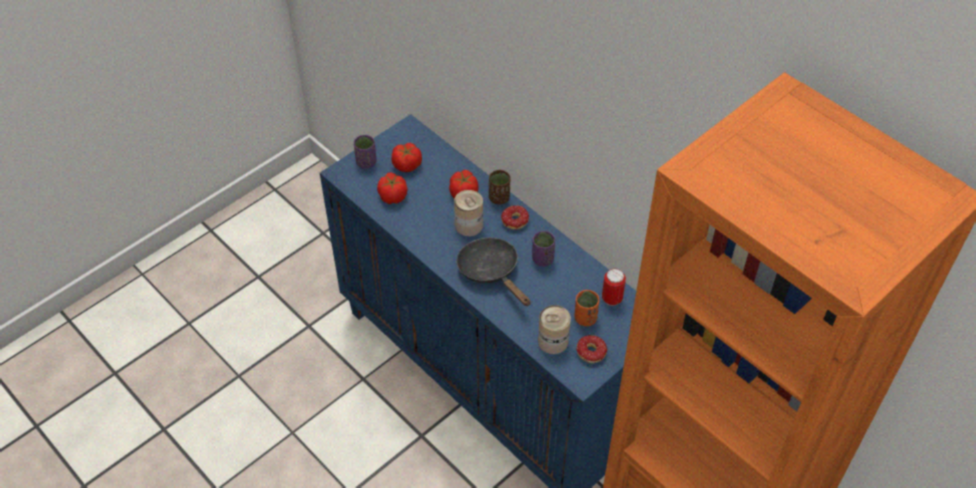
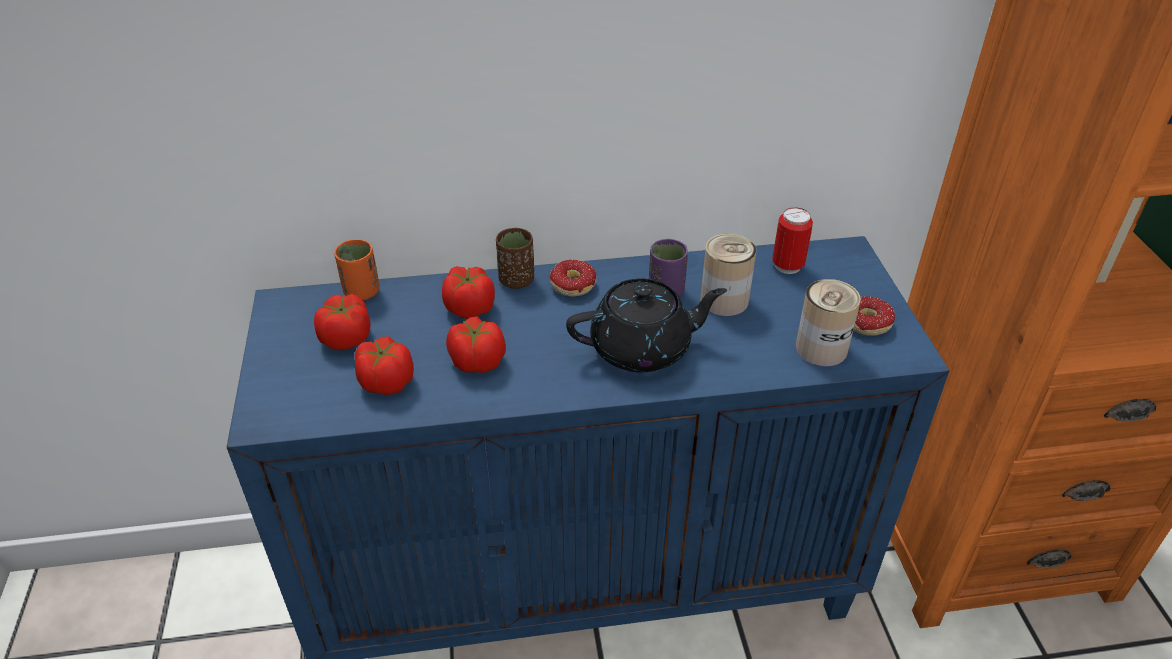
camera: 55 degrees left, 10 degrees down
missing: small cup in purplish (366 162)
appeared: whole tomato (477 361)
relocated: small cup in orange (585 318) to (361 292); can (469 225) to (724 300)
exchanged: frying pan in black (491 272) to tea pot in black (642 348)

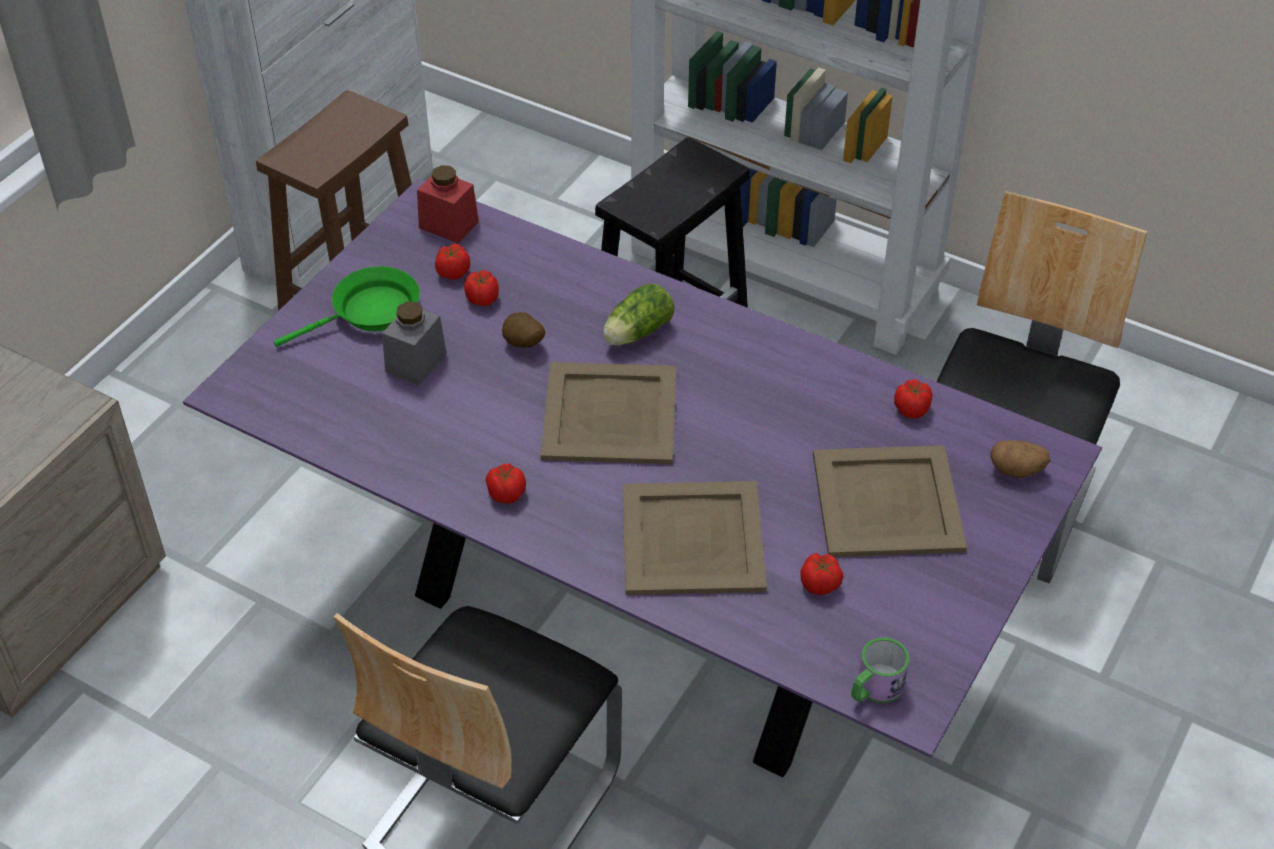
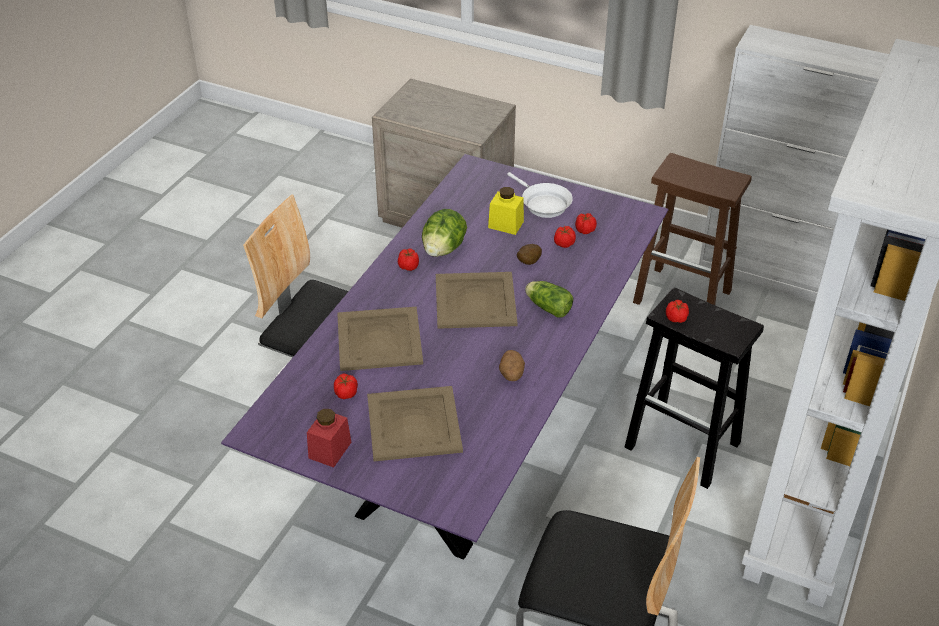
camera: 85 degrees right, 5 degrees down
missing: mug (874 688)
appeared: lettuce (443 249)
relocated: storage jar in red (448 225) to (330 450); potato (1017 470) to (511 375); whole tomato (912 409) to (676 318)
colour: storage jar in grey (416 362) to storage jar in yellowish (506 224); frying pan in green-coloured (369 313) to frying pan in whitish (543 204)

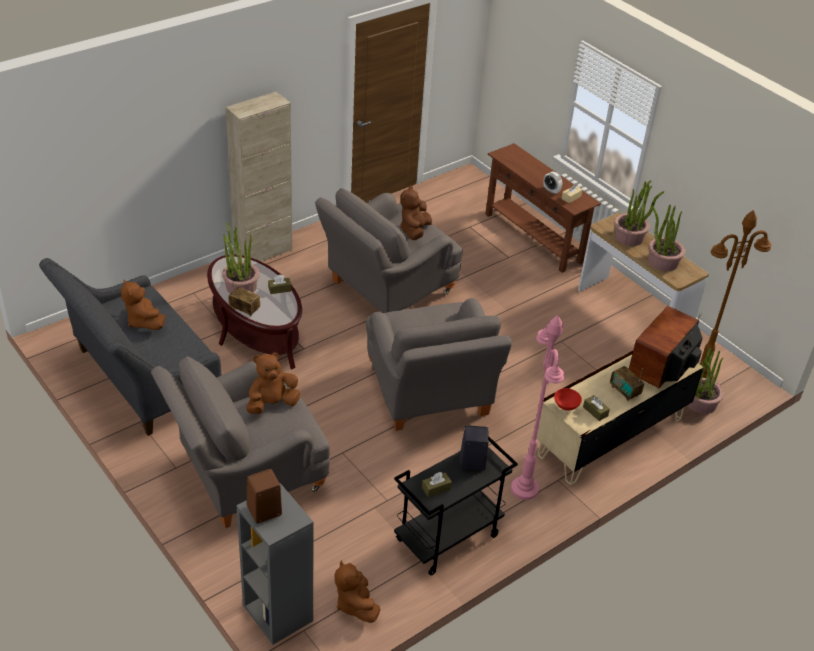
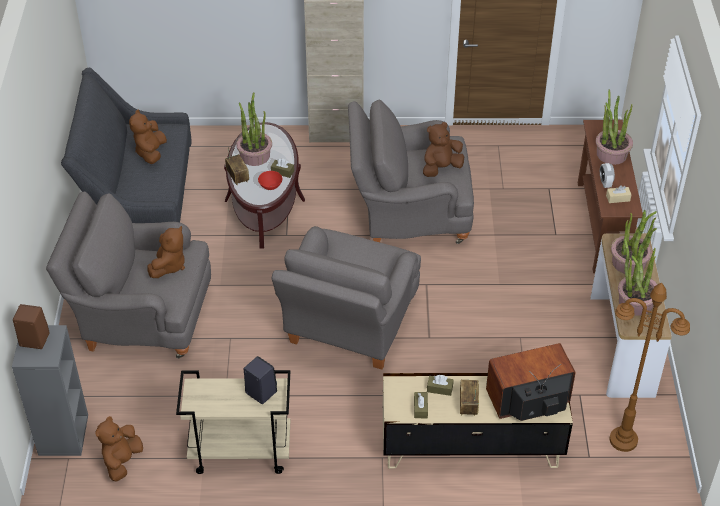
camera: 40 degrees right, 5 degrees up
missing: standing lamp in pinkish (524 489)
relocated: bowl in red (566 406) to (271 187); box of tissues in brown (436 488) to (439 389); houseplant (700 402) to (611 154)
colour: trolley in black (447 539) to trolley in beige (239 453)
spun: soft toy in brown (272 404) = (169 265) 105 degrees clockwise

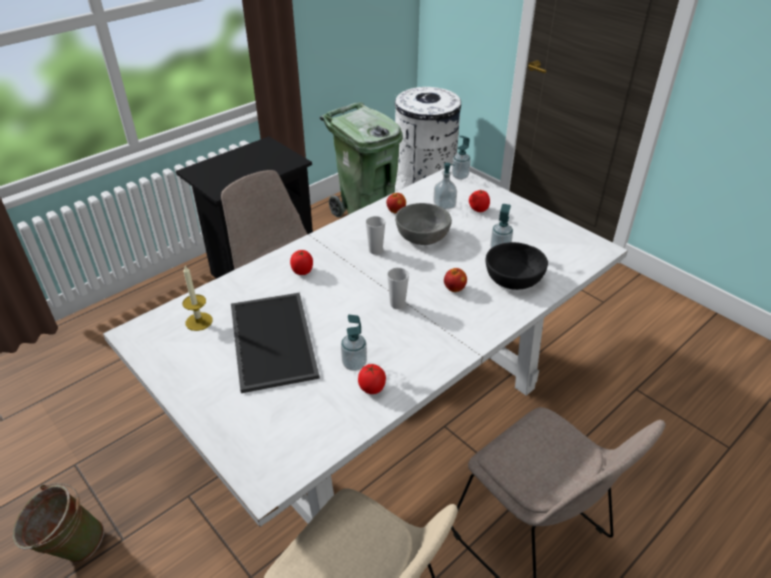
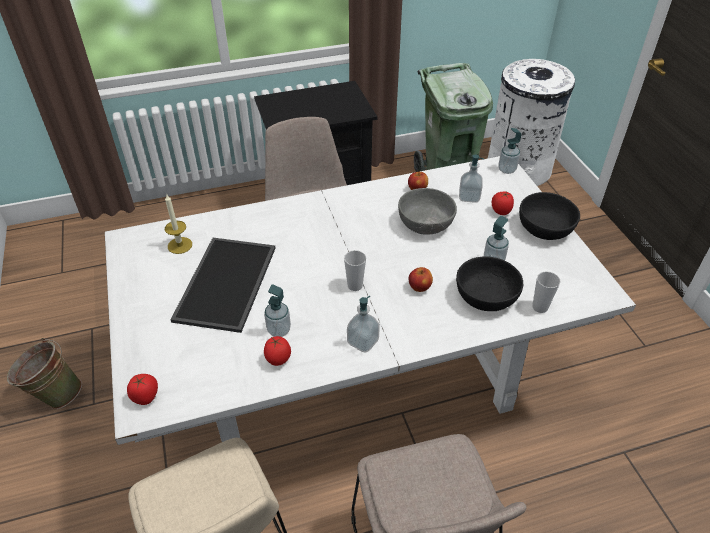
camera: 25 degrees right, 5 degrees up
appeared: soap dispenser (363 341); bowl in black (545 228)
relocated: whole tomato (303 271) to (146 397); small cup (375 250) to (540 307)

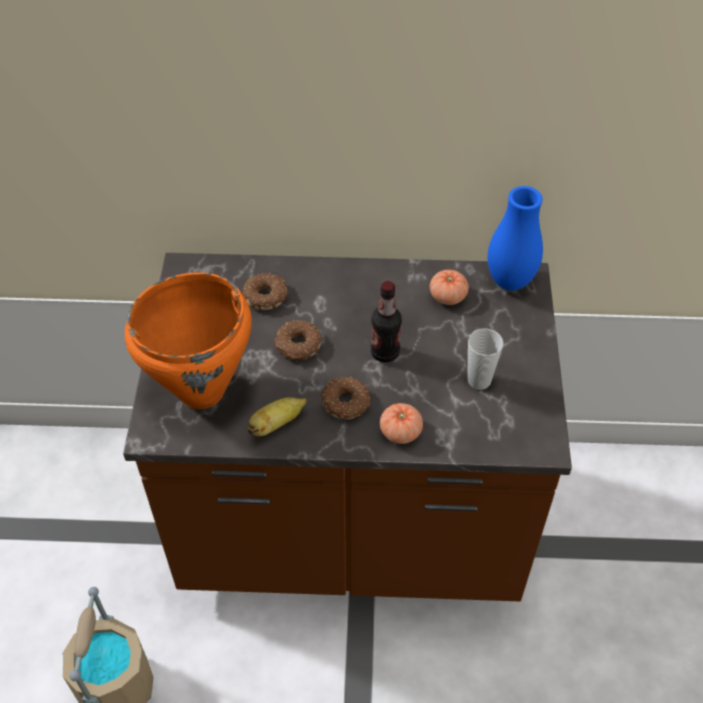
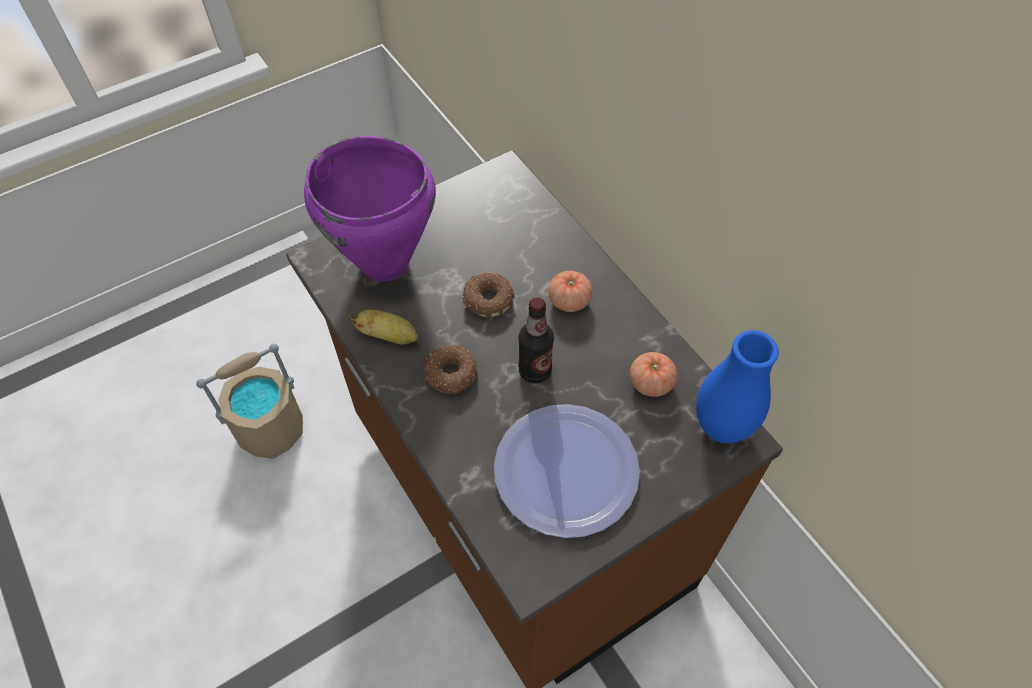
camera: 55 degrees right, 5 degrees up
missing: doughnut (266 296)
relocated: whole tomato (400 432) to (569 300)
exchanged: small cup (479 380) to flat dish (566 470)
colour: cooking pot in orange (203 391) to cooking pot in purplish (385 264)

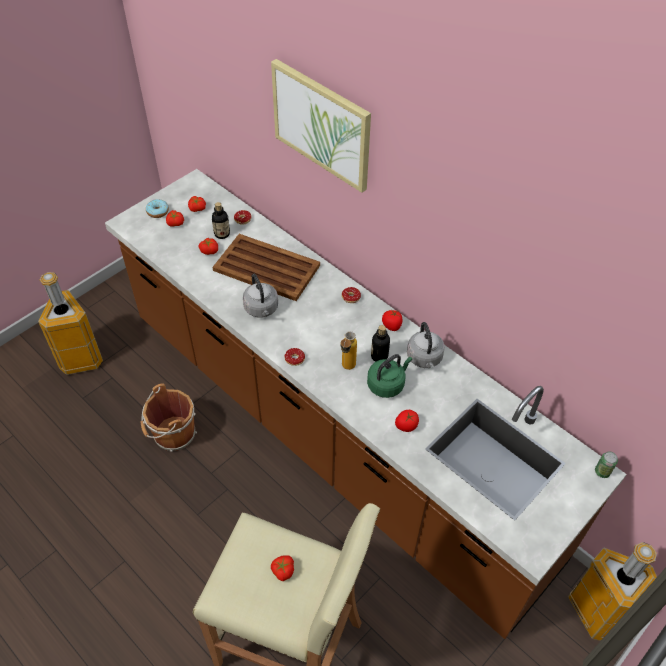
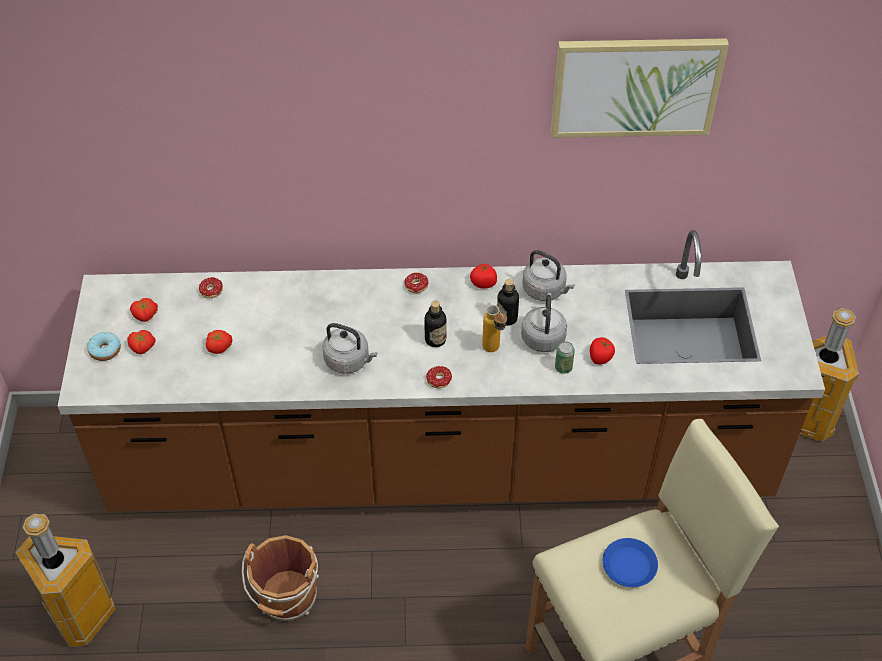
camera: 45 degrees left, 0 degrees up
missing: serving tray in brown (266 267)
relocated: bottle (222 234) to (435 339); picture (322 124) to (635 86); can (602 472) to (563 367)
exchanged: whole tomato (282 570) to flat dish in blue (629 565)
colour: water kettle in green-coloured (387 384) to water kettle in grey (543 336)

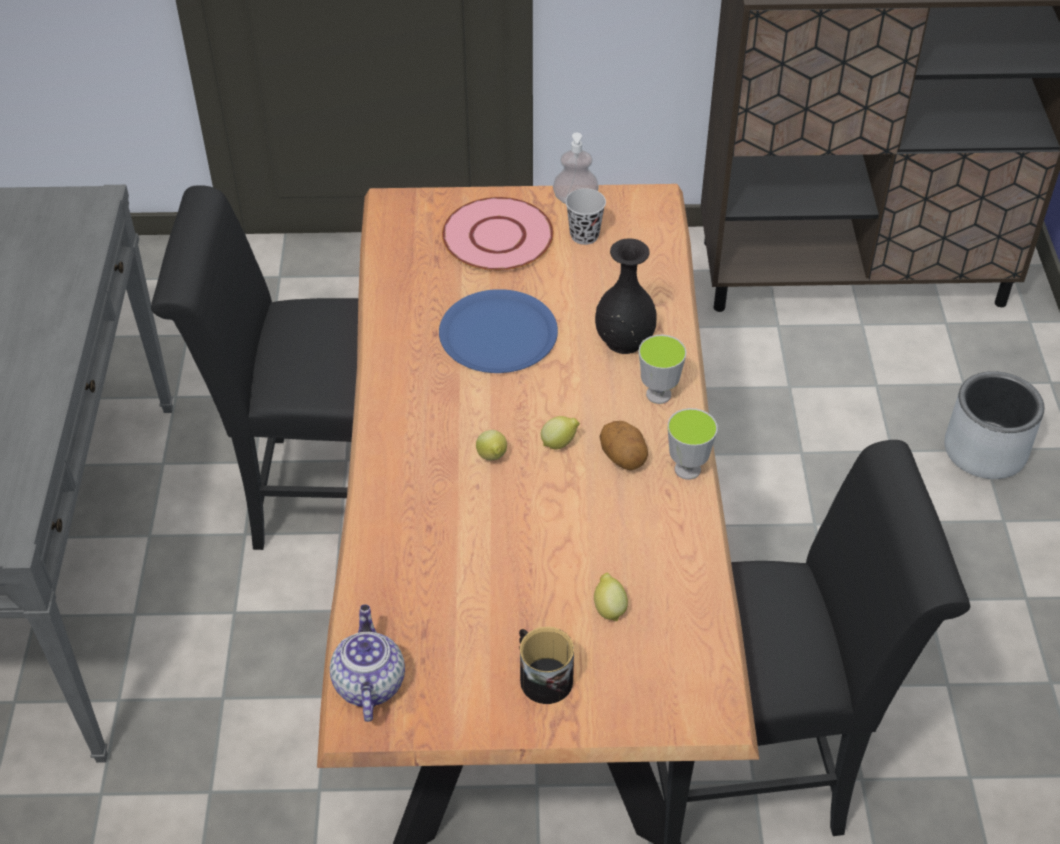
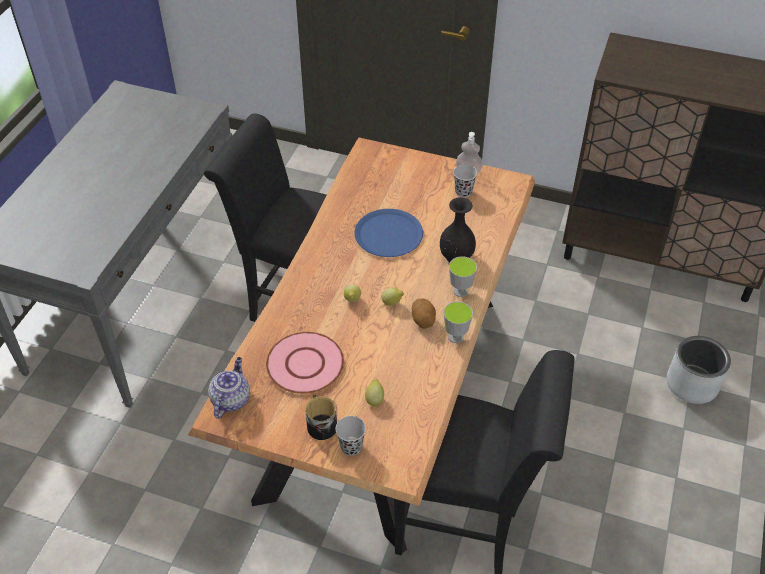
camera: 20 degrees right, 0 degrees up
appeared: small cup in black (351 446)
relocated: flat dish in pinkish (497 236) to (304 363)

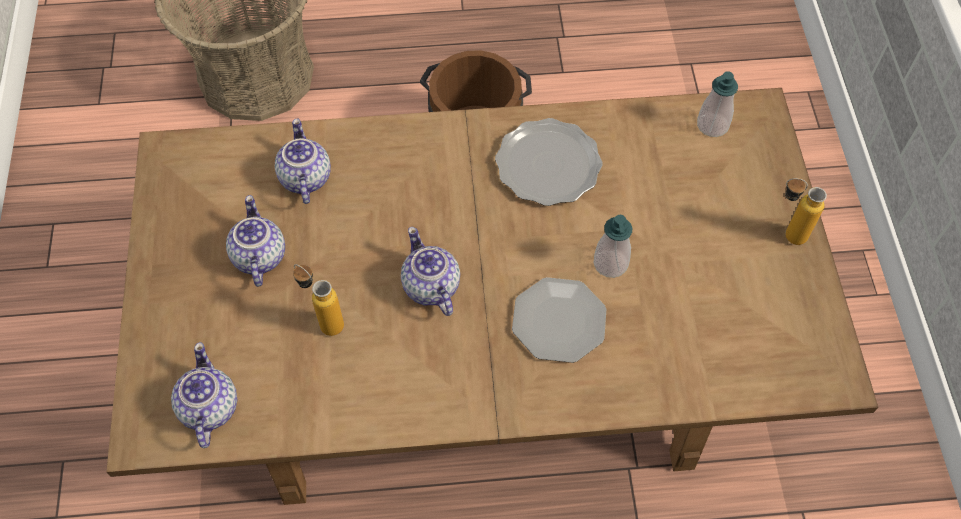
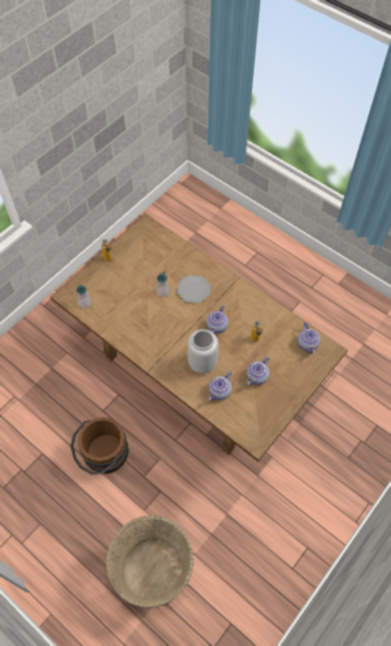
camera: 135 degrees left, 0 degrees up
missing: flat dish (549 165)
appeared: vase in grey (203 363)
spun: tea pot (209 409) = (307 343) 45 degrees counterclockwise

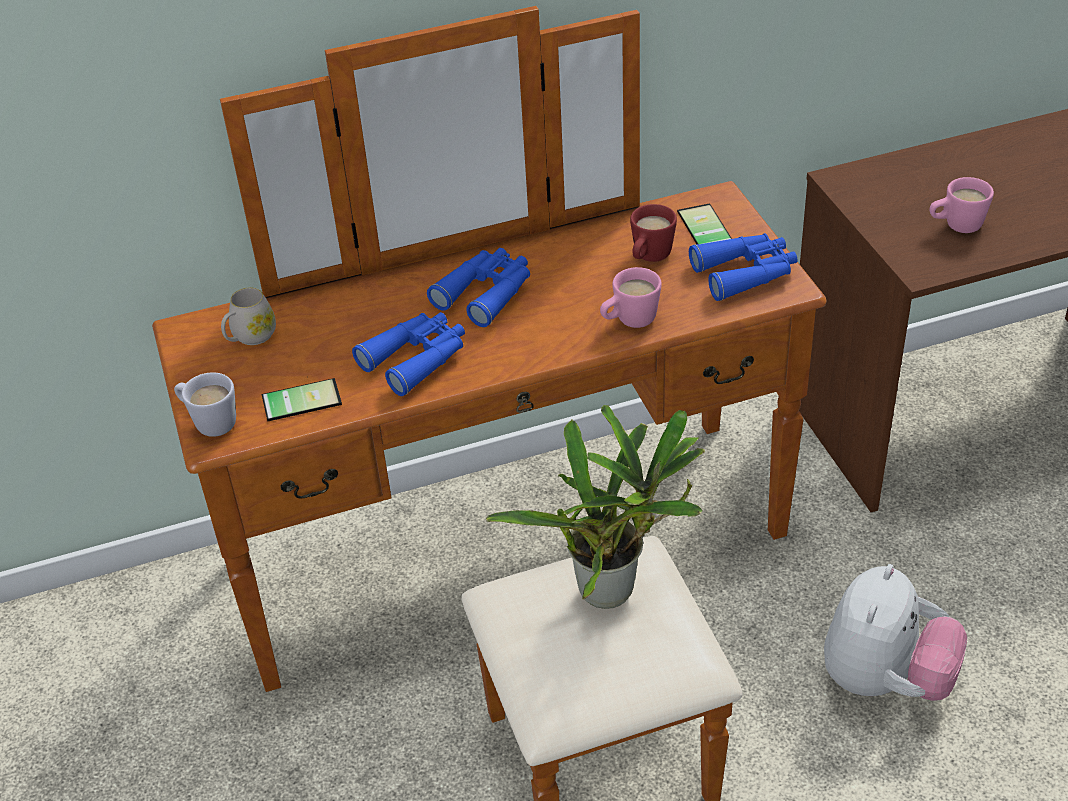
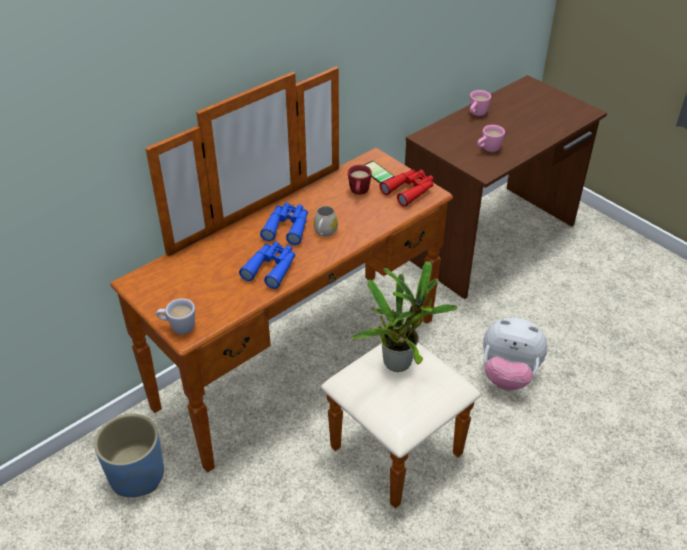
camera: 25 degrees left, 0 degrees up
missing: handset (301 397)
appeared: planter in blue (137 475)
relocated: mug in whitish (250 337) to (324 232); mug in pinkish (629 322) to (476 114)
colour: binoculars in blue (746 273) to binoculars in red (409 190)
spun: soft toy (885 680) = (508 375) 105 degrees clockwise

